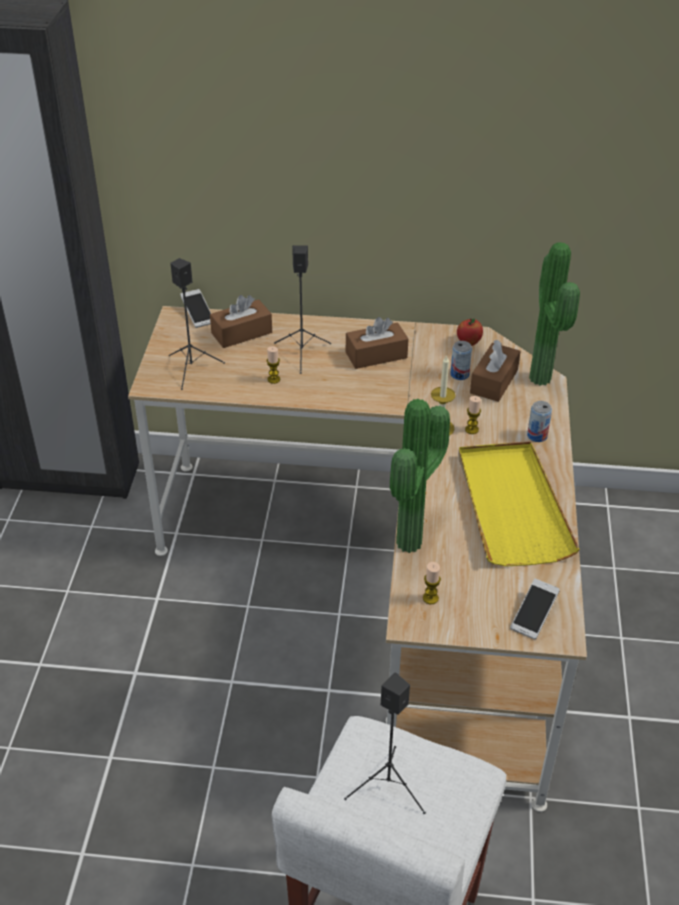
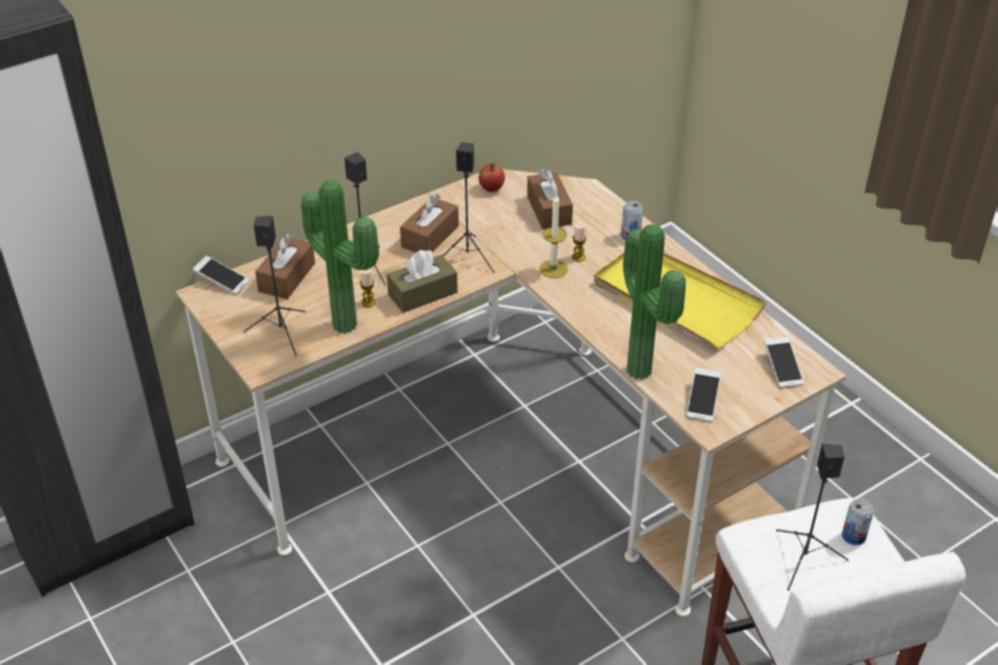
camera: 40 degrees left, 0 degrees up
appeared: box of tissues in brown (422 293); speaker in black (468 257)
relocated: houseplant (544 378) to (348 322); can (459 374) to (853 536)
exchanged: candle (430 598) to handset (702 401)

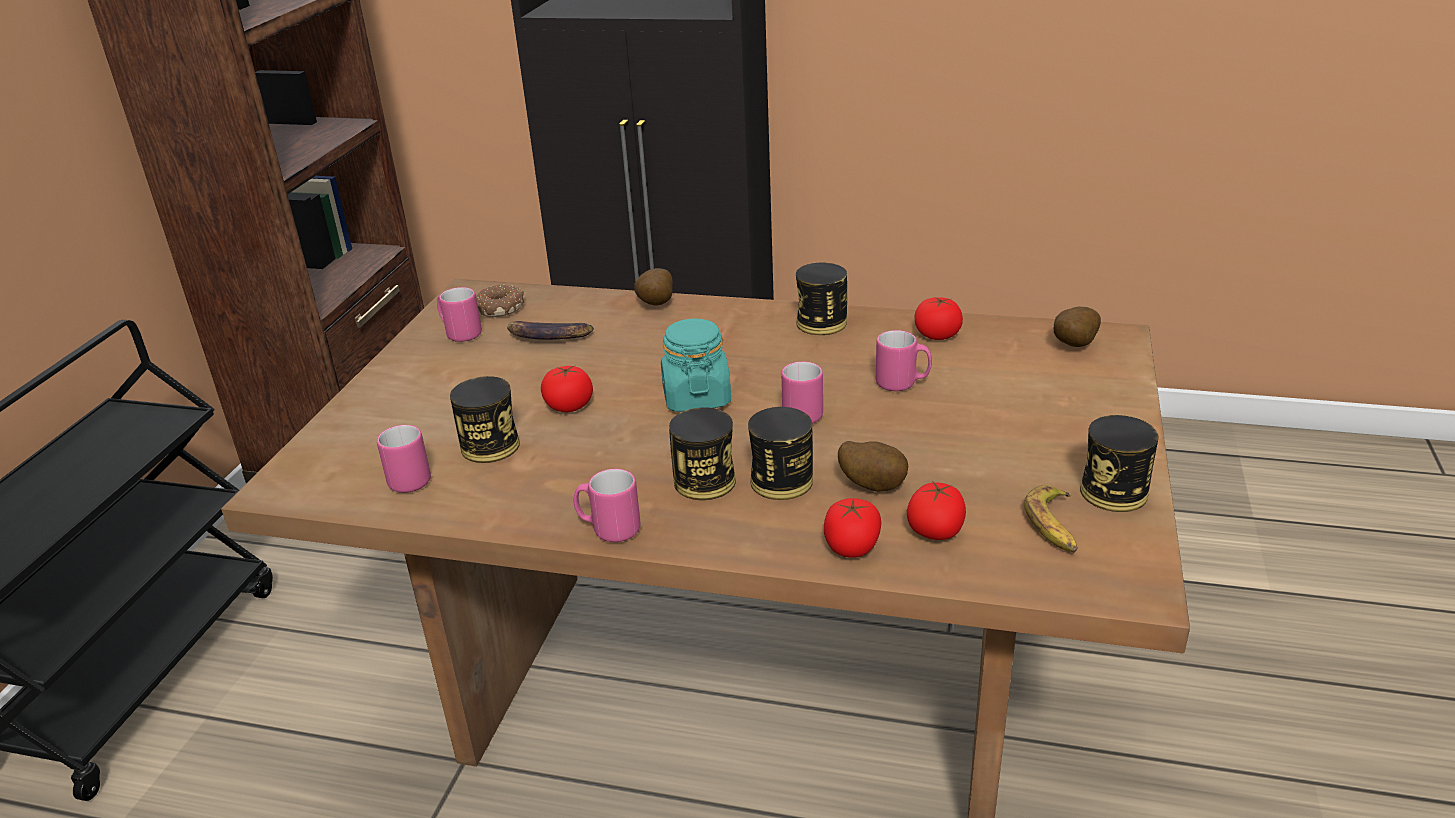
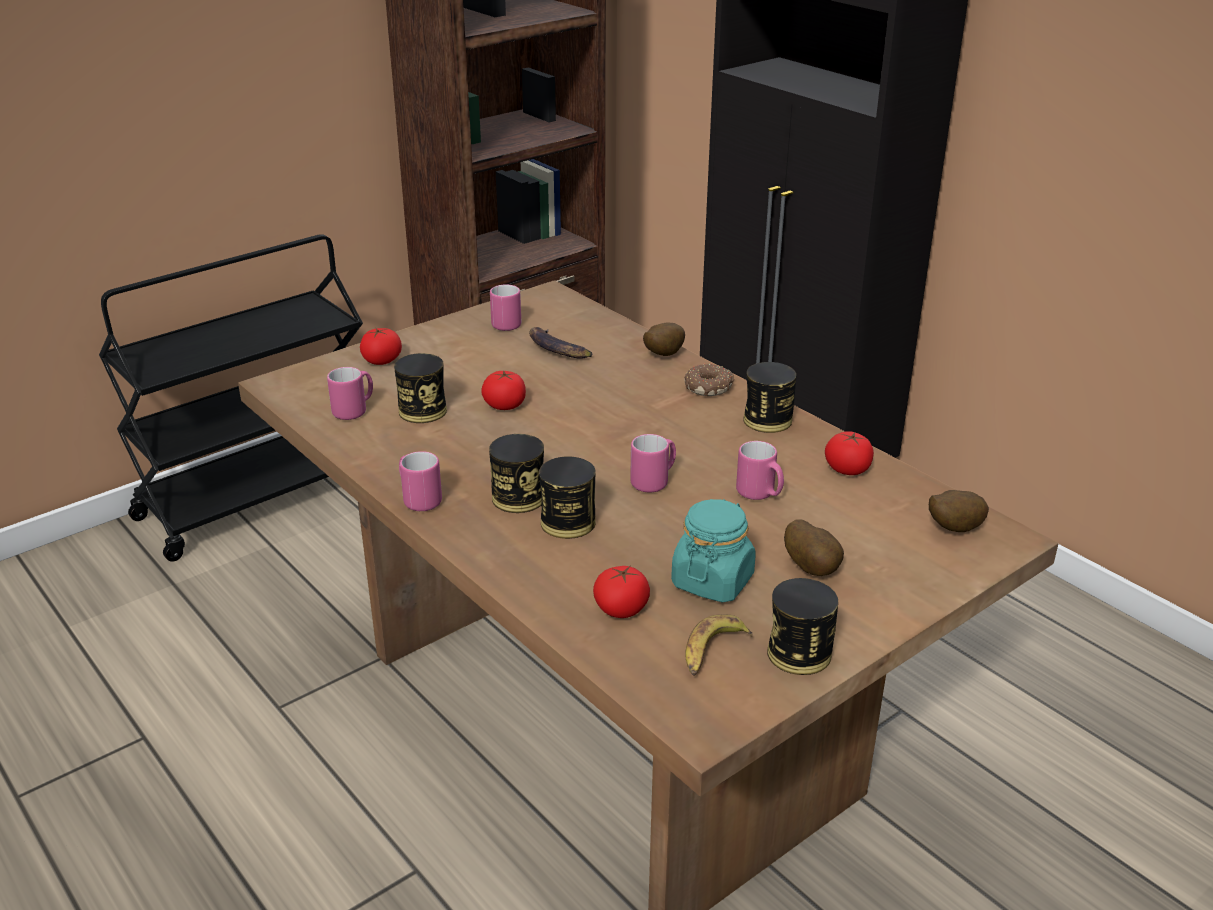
camera: 35 degrees right, 0 degrees up
relocated: whole tomato (852 547) to (382 360); storage jar in blue-green (696 397) to (712 581); doughnut (500 308) to (708 387); potato (873 485) to (813 568)

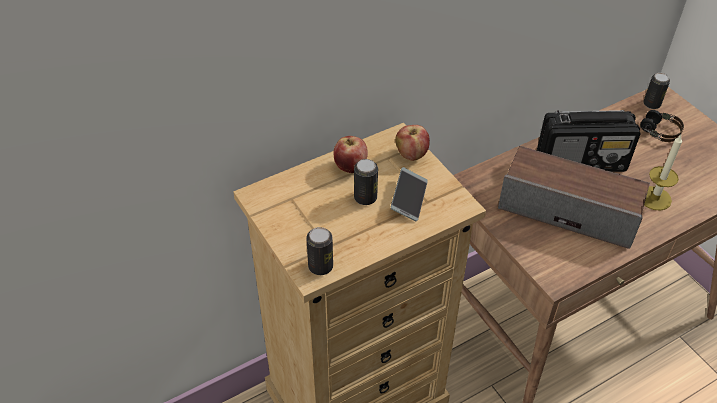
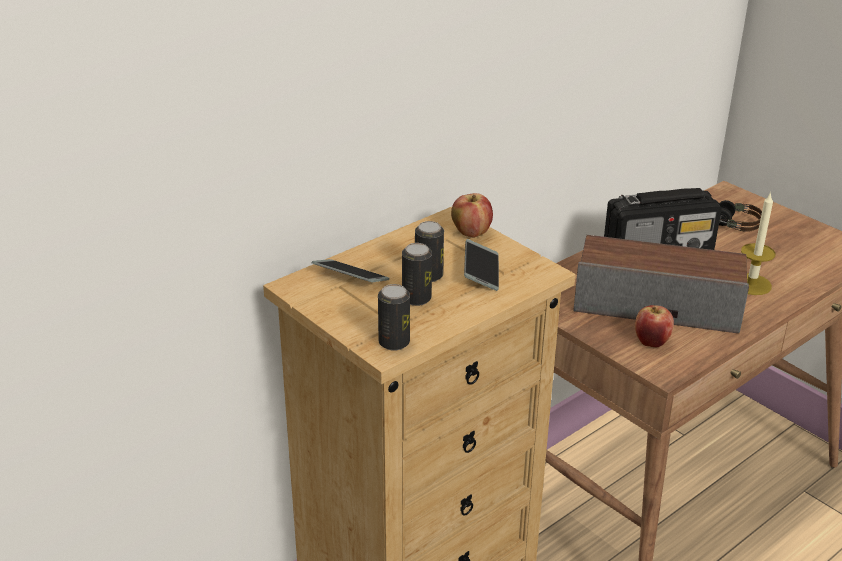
camera: 10 degrees left, 15 degrees down
appeared: handset (350 278)
relocated: can (651 104) to (416 299); apple (350 167) to (652 342)

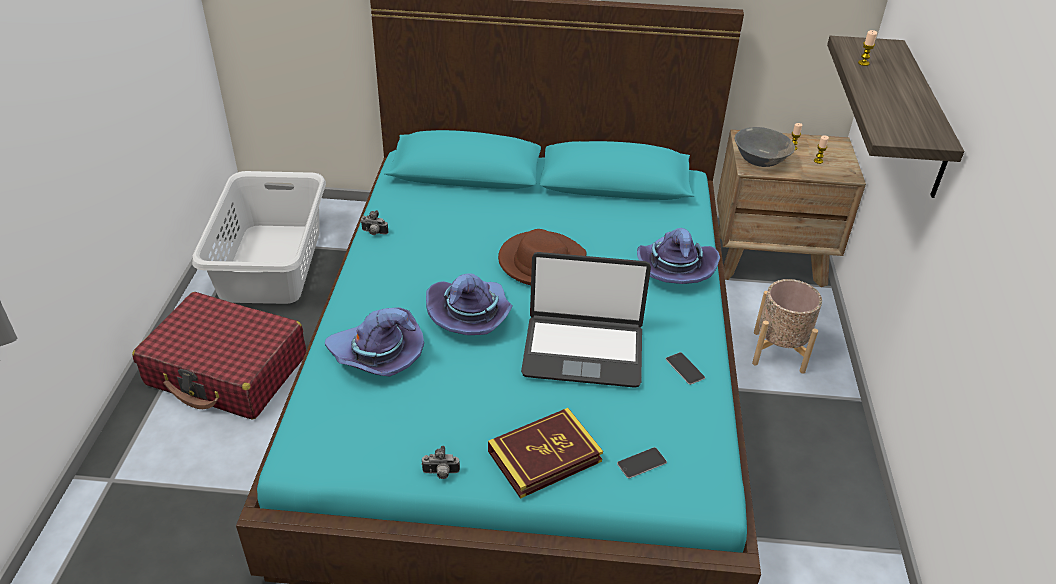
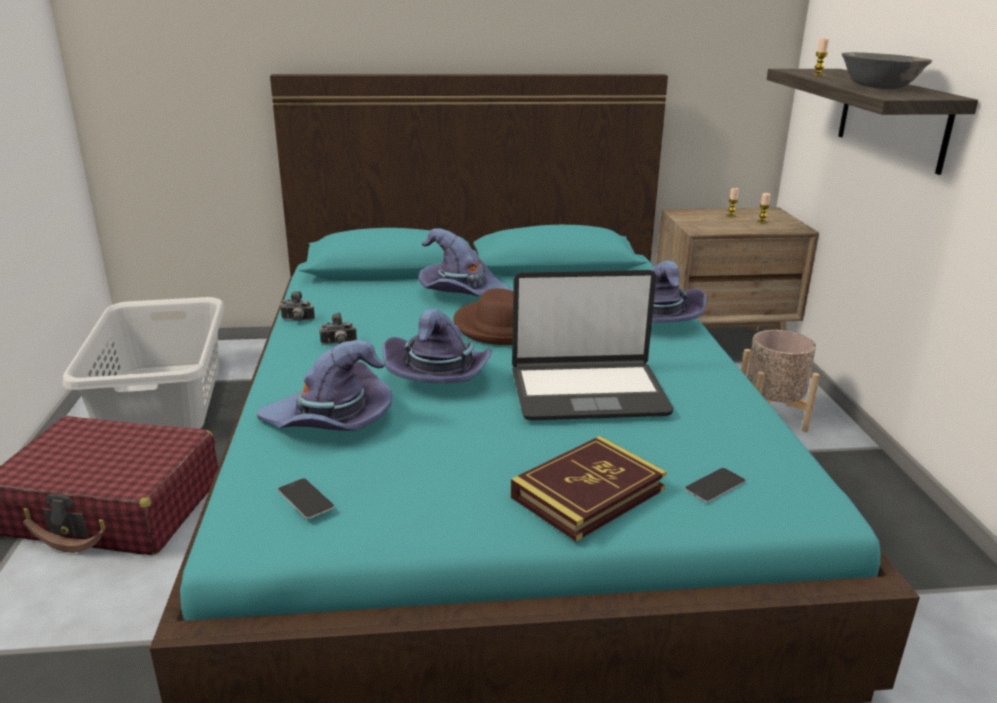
camera: 10 degrees left, 15 degrees down
appeared: clothing hat in purplish (463 293)
relocated: handset (685 368) to (305 498); photo camera (441 473) to (339 344); bowl in grey (759 160) to (878 87)

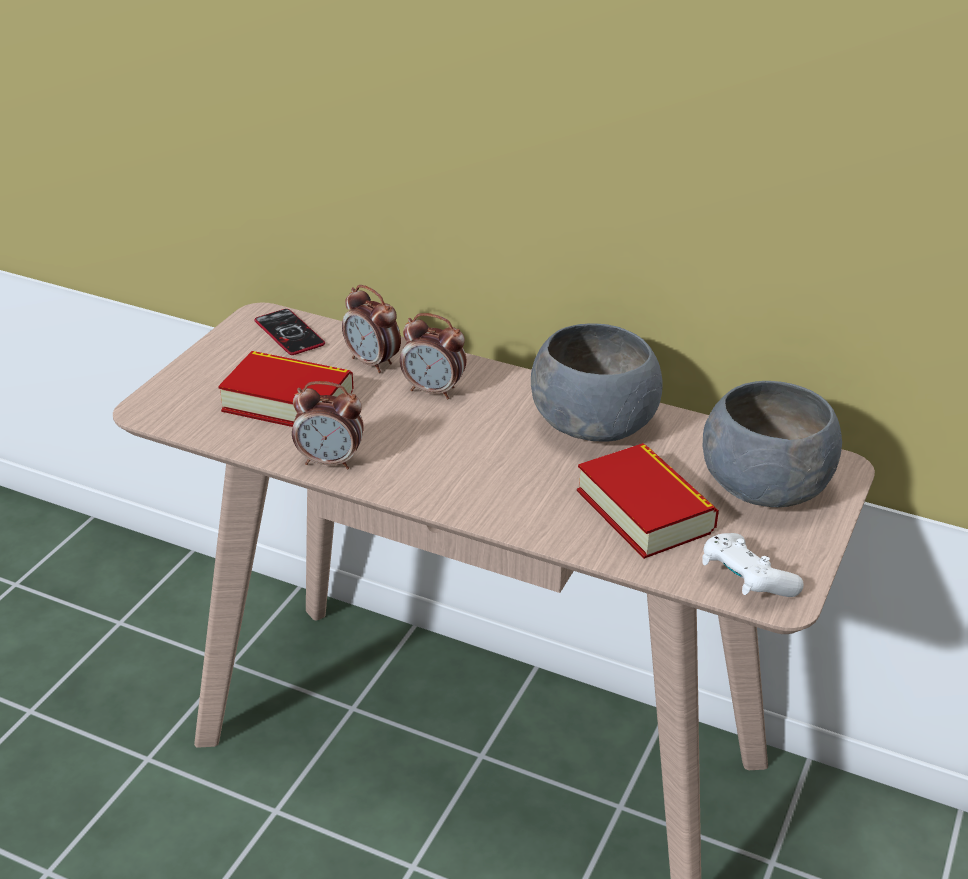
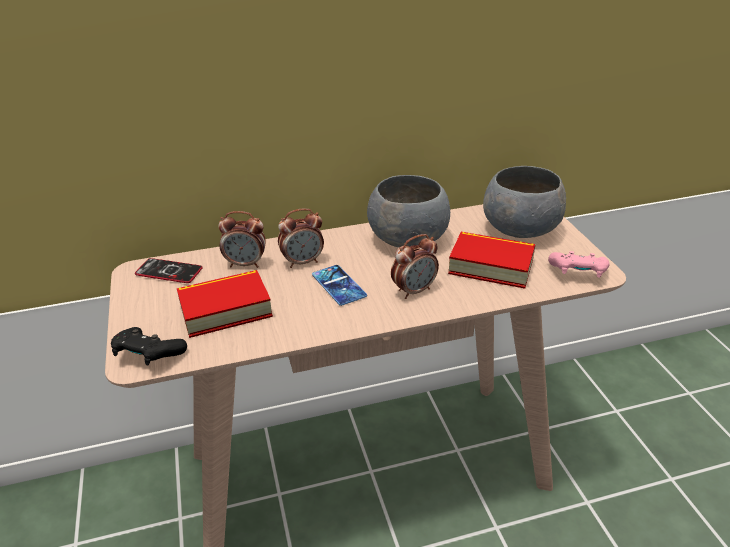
camera: 40 degrees left, 0 degrees up
appeared: joypad in black (149 356); handset (338 285)
relocated: alarm clock (330 462) to (414 291)
colour: joypad in whitish (745 581) to joypad in pinkish (577 274)

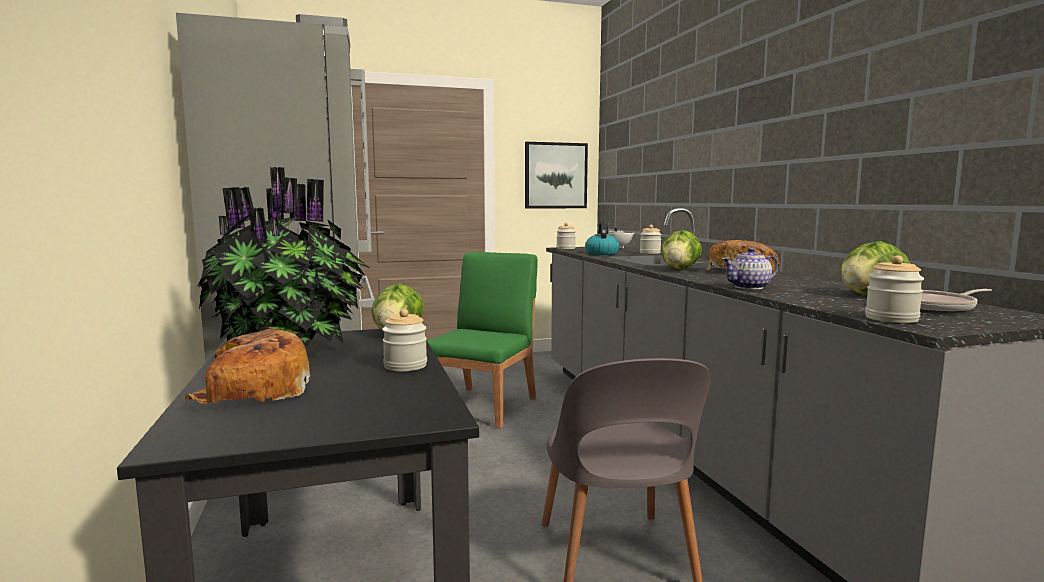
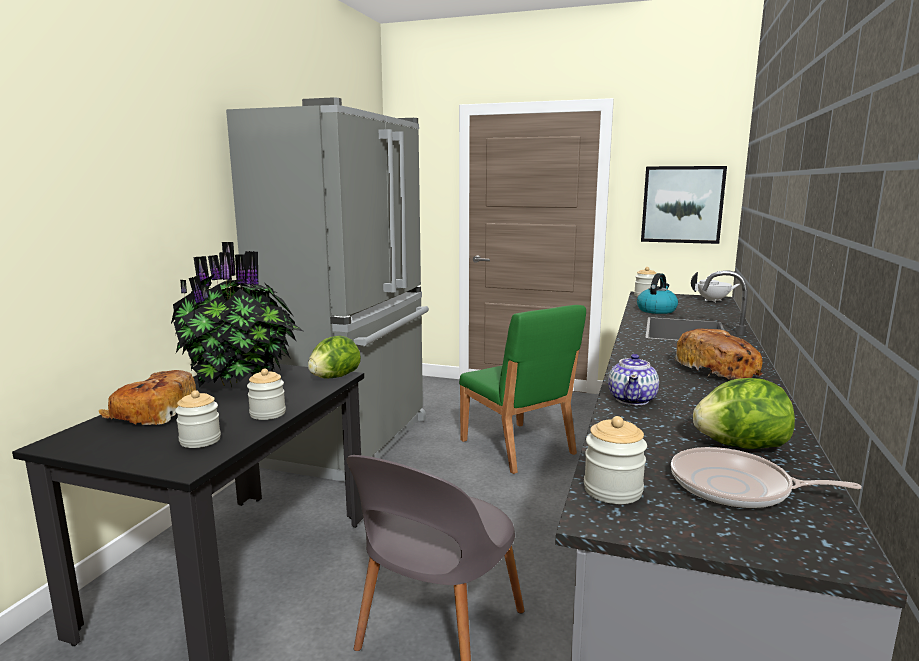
camera: 35 degrees right, 5 degrees up
missing: lettuce (680 269)
relocated: storage jar (650 253) to (200 440)
spun: plain chair in green-coloured (484 406) = (517 447) 90 degrees clockwise; tea pot (749 287) = (632 399) 90 degrees counterclockwise

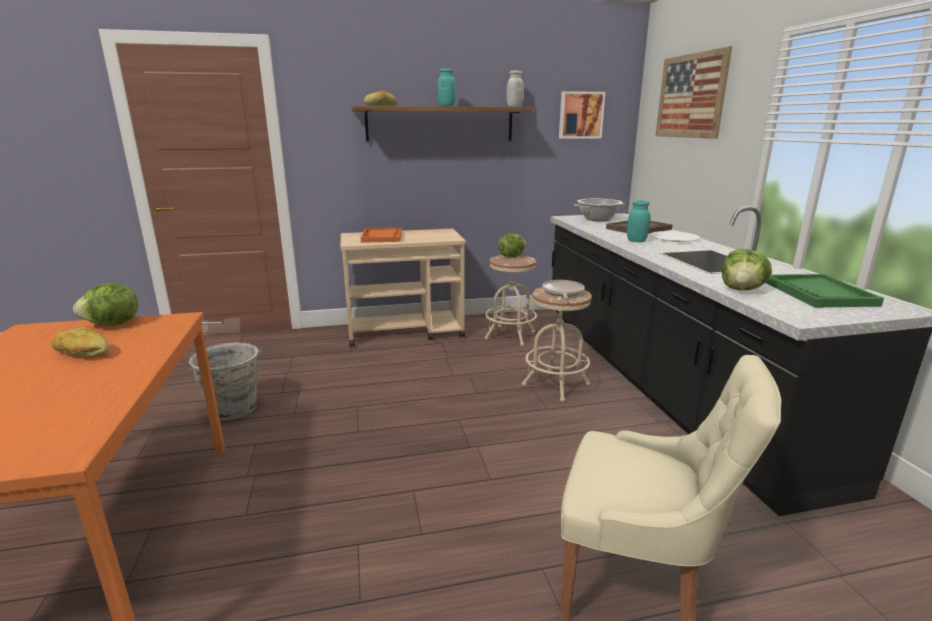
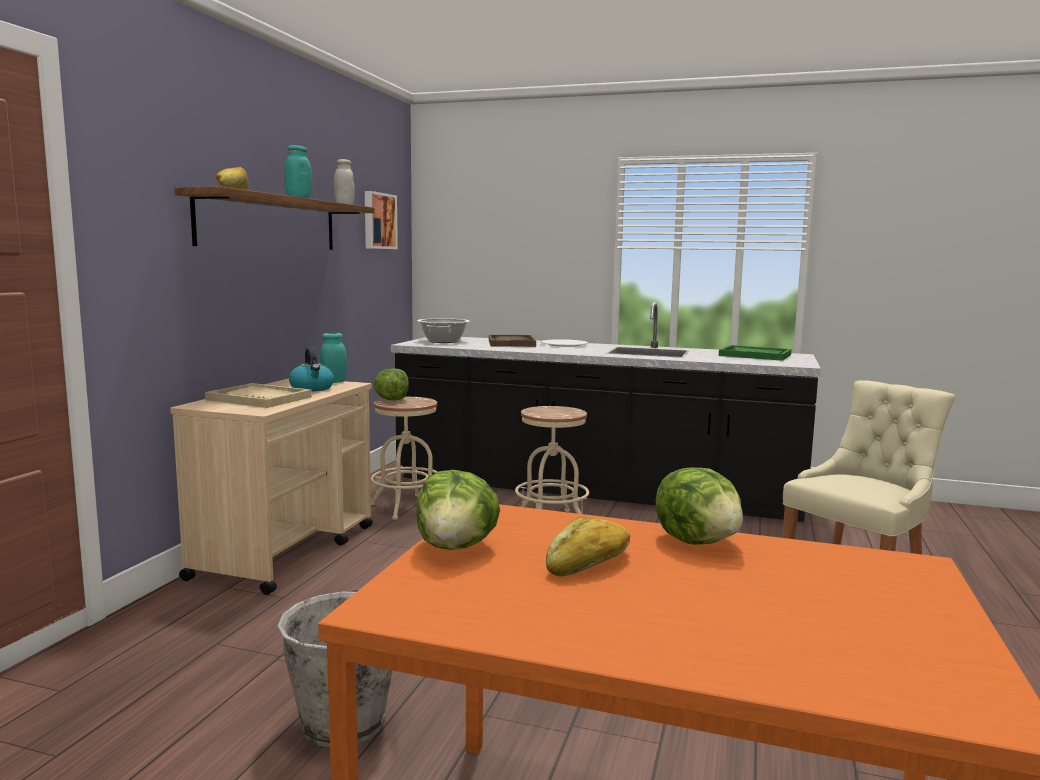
camera: 60 degrees left, 10 degrees down
missing: frying pan (562 292); picture (691 96)
appeared: water kettle (312 388)
relocated: storage jar in blue-green (636 241) to (333 382); lettuce (742 290) to (698 541)
colour: serving tray in orange (382 237) to serving tray in beige (259 398)

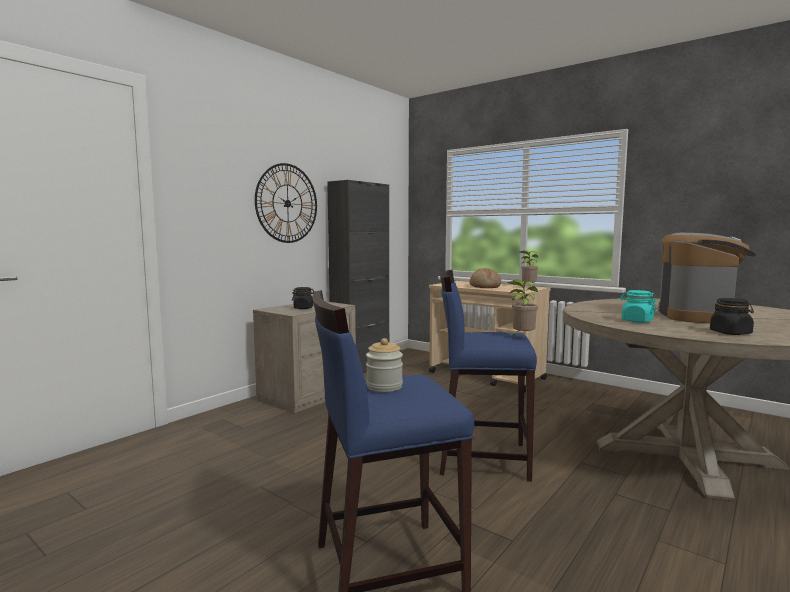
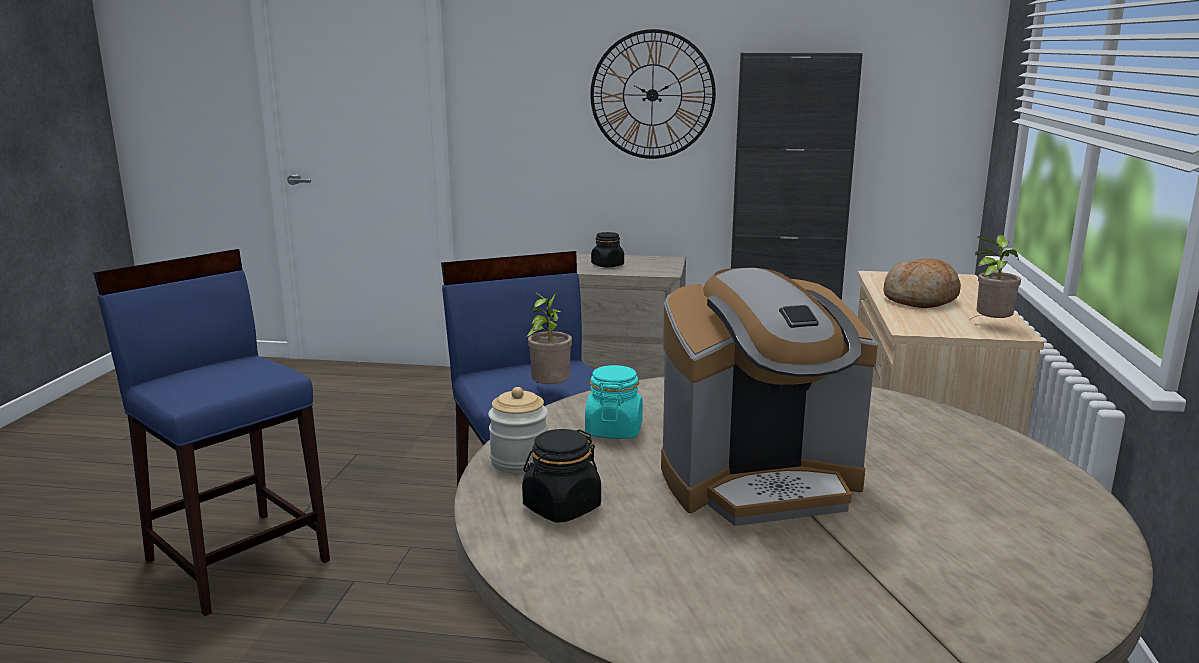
camera: 60 degrees right, 10 degrees up
relocated: storage jar (384 386) to (519 461)

